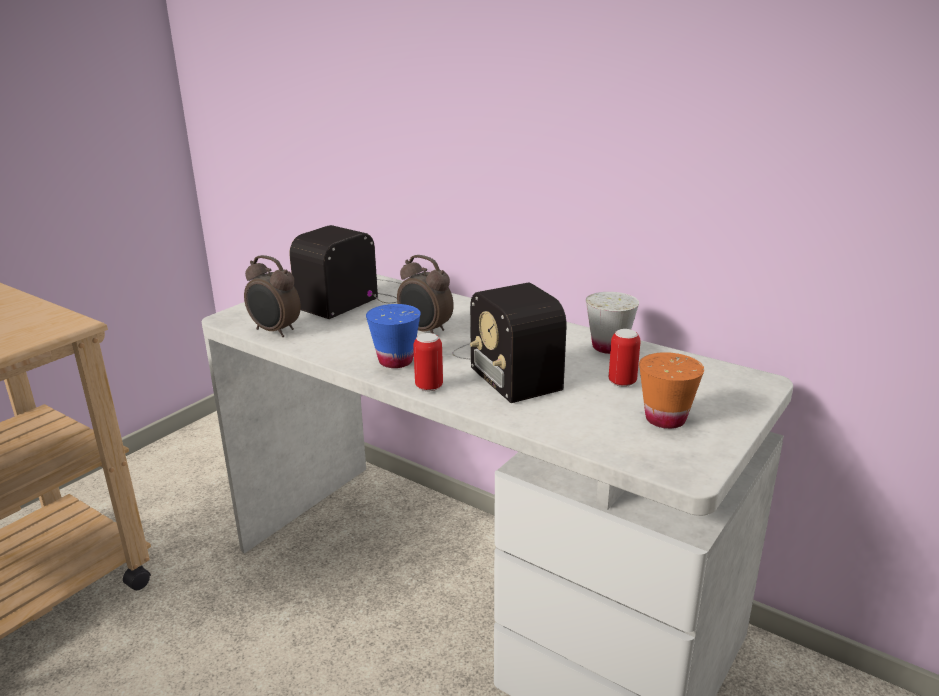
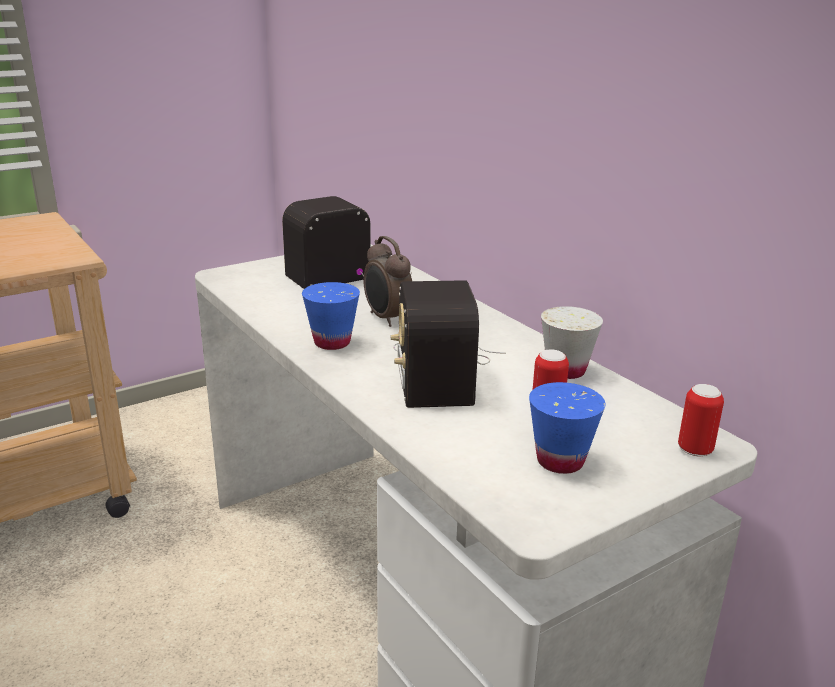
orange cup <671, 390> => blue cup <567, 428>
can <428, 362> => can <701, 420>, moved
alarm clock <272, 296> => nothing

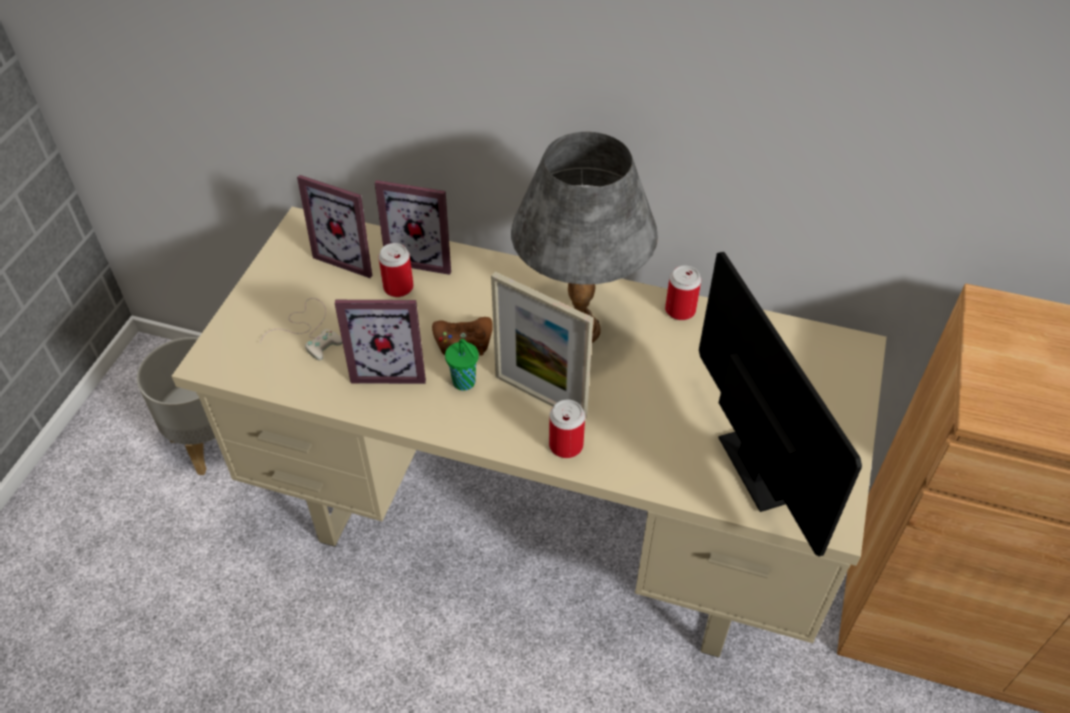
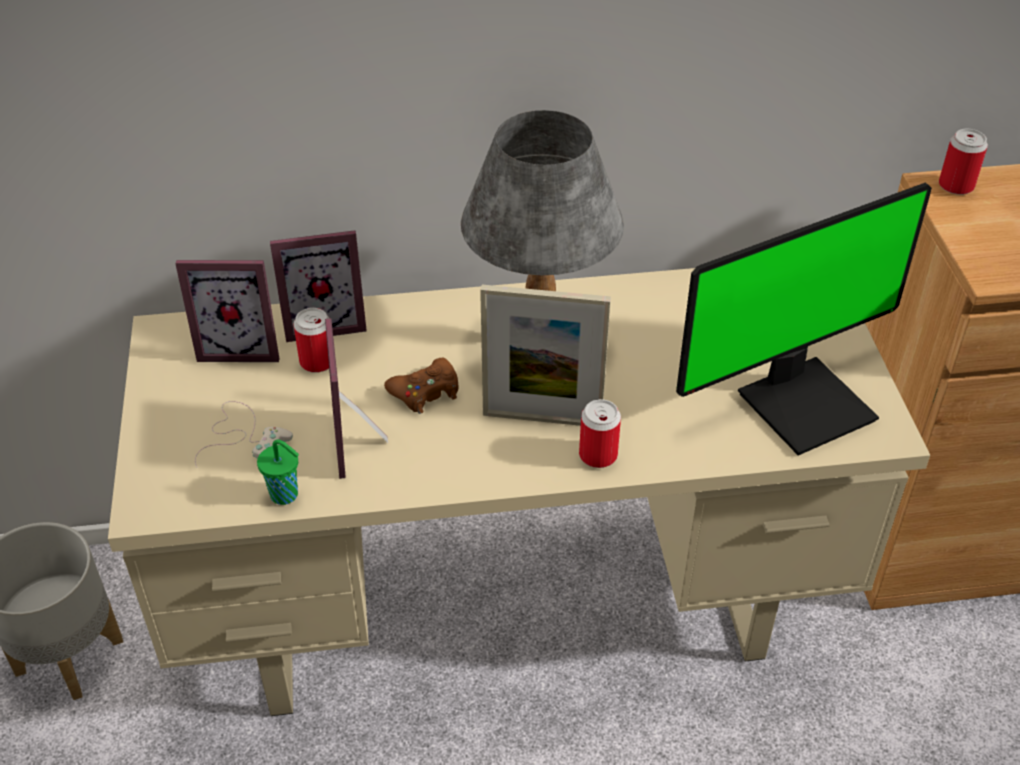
green cup <462, 365> => green cup <278, 472>, moved
picture frame <380, 342> => picture frame <356, 399>, 105 degrees clockwise
monitor <780, 404> => monitor <804, 319>, 105 degrees clockwise
can <683, 292> => can <963, 162>, moved

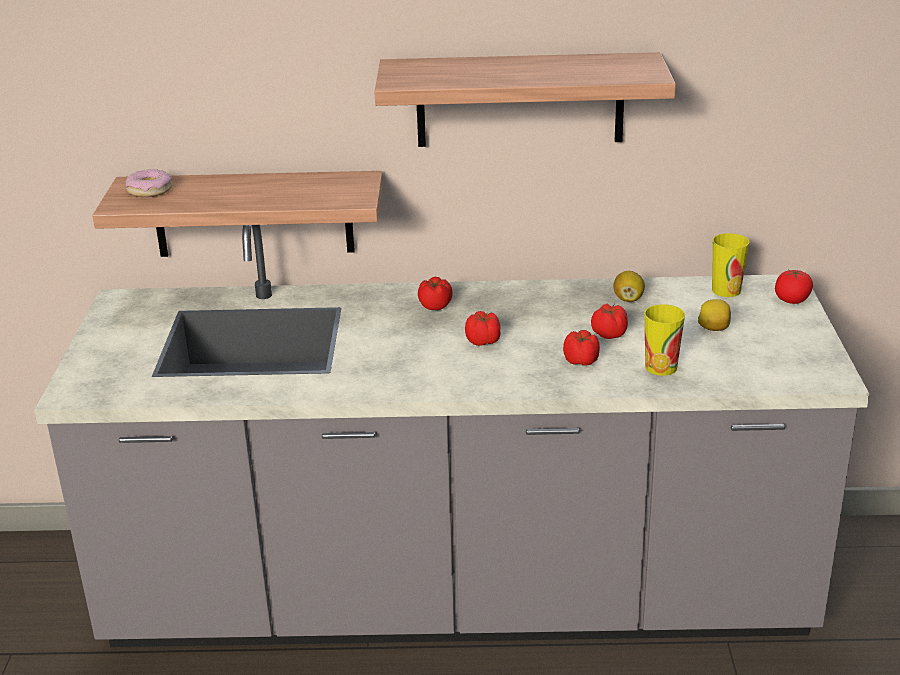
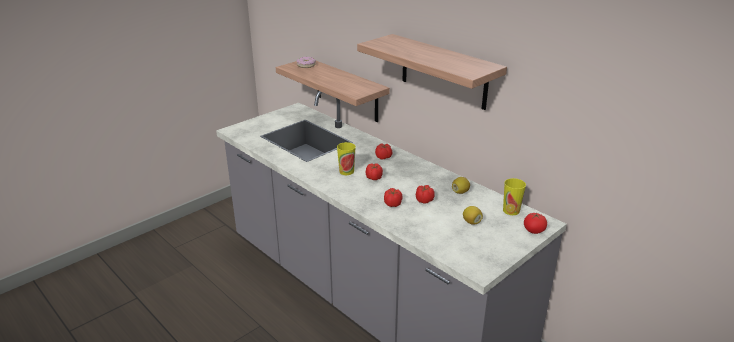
cup <664, 340> => cup <346, 158>, moved

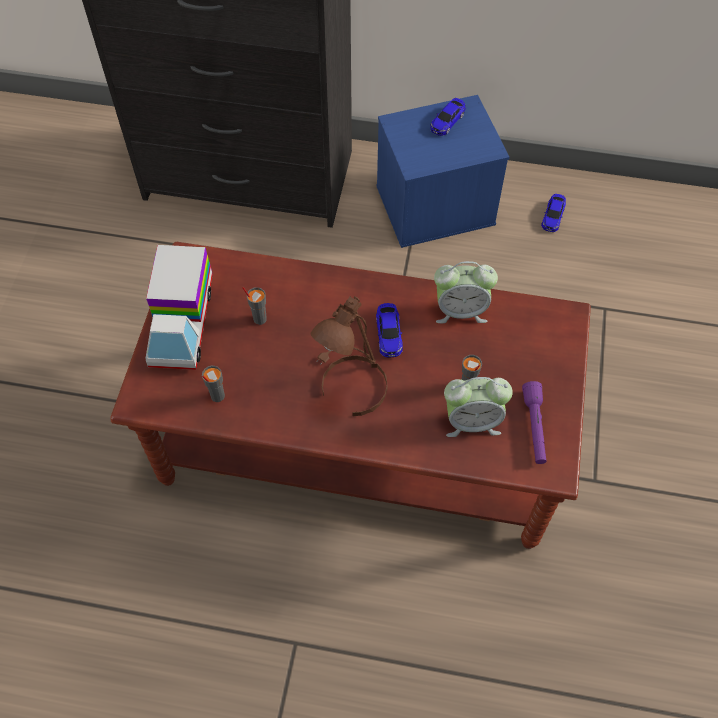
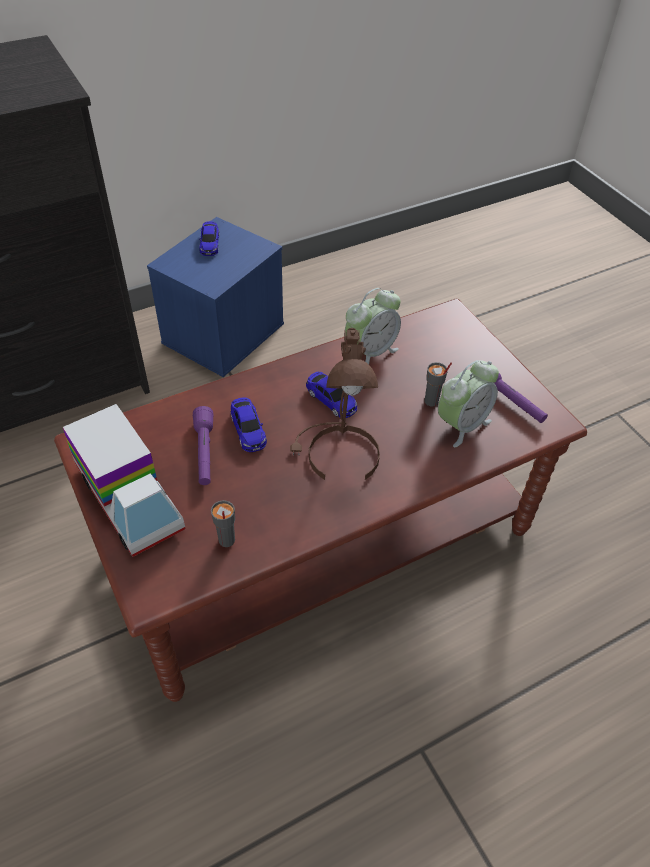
grey cup <254, 306> => purple flashlight <203, 445>
toy car <553, 213> => toy car <248, 424>, moved

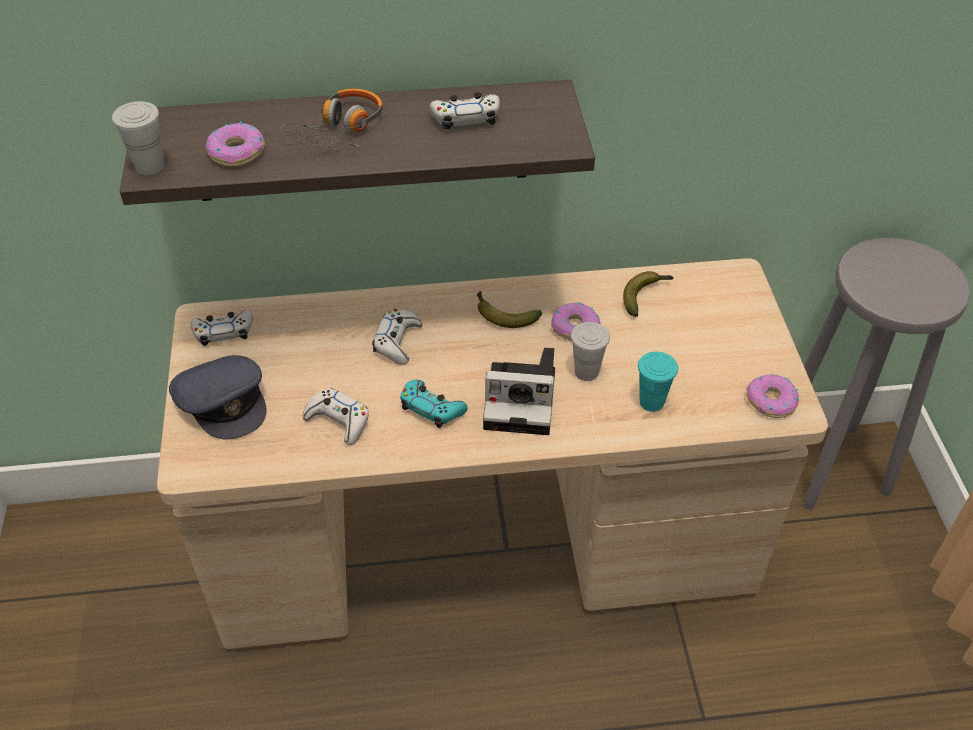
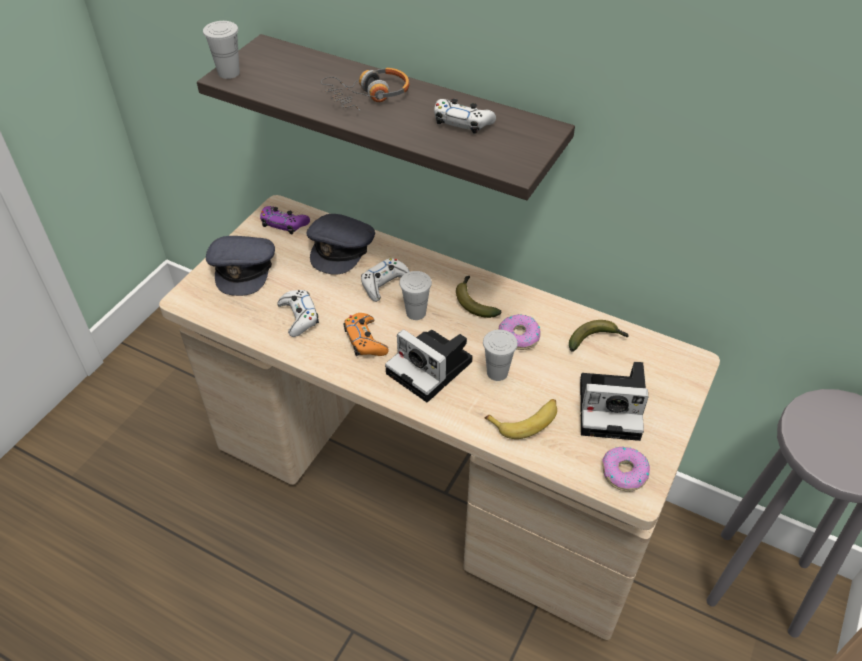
white game controller <221, 328> => purple game controller <285, 220>
nothing => grey cap <340, 244>
turquoise game controller <434, 404> => orange game controller <366, 334>
nothing => white cup <415, 295>
turquoise cup <658, 382> => banana <521, 419>
nothing => photo camera <614, 401>
donut <235, 144> => nothing

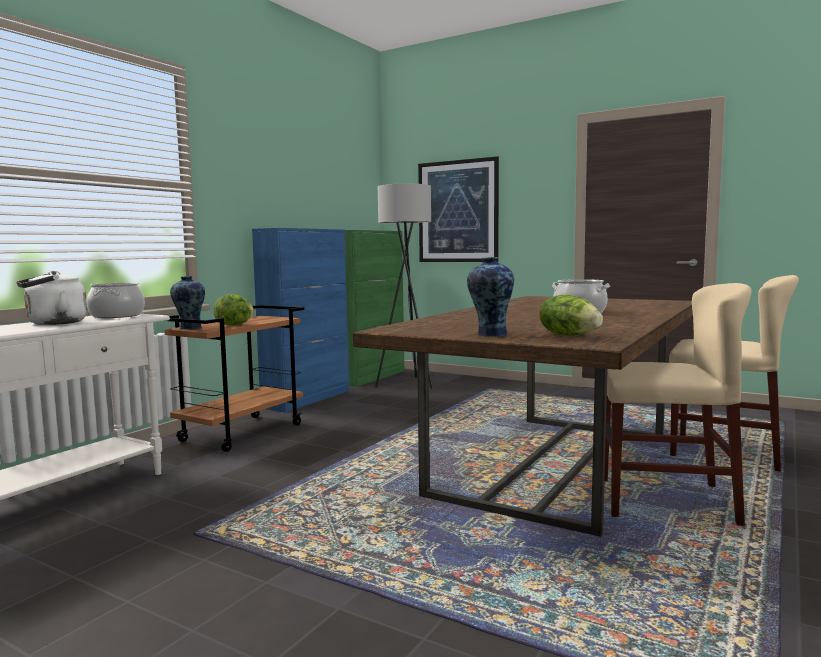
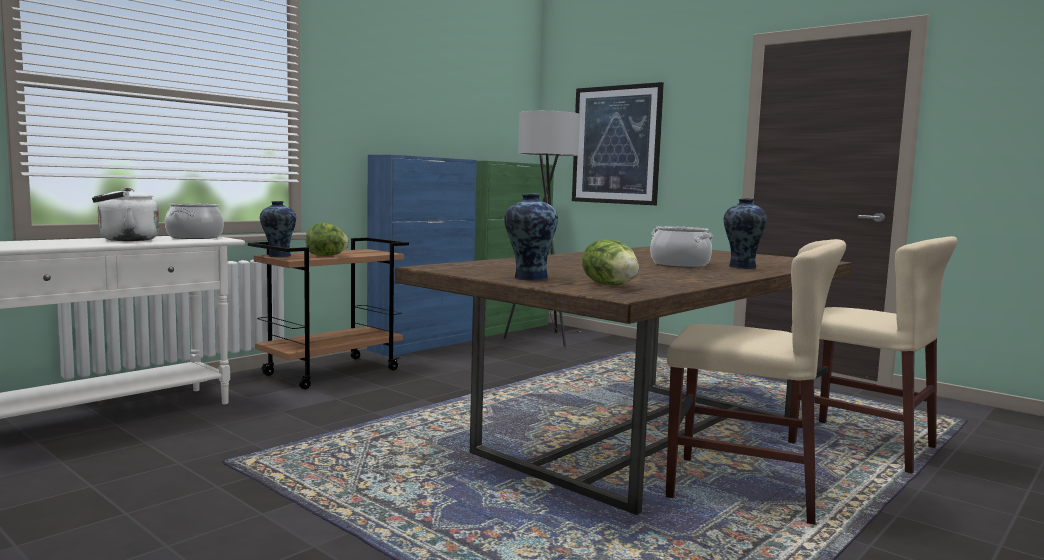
nothing => vase <745, 233>

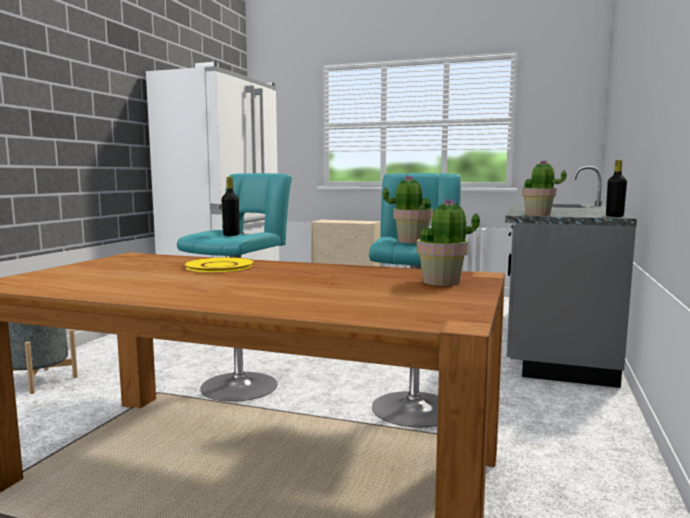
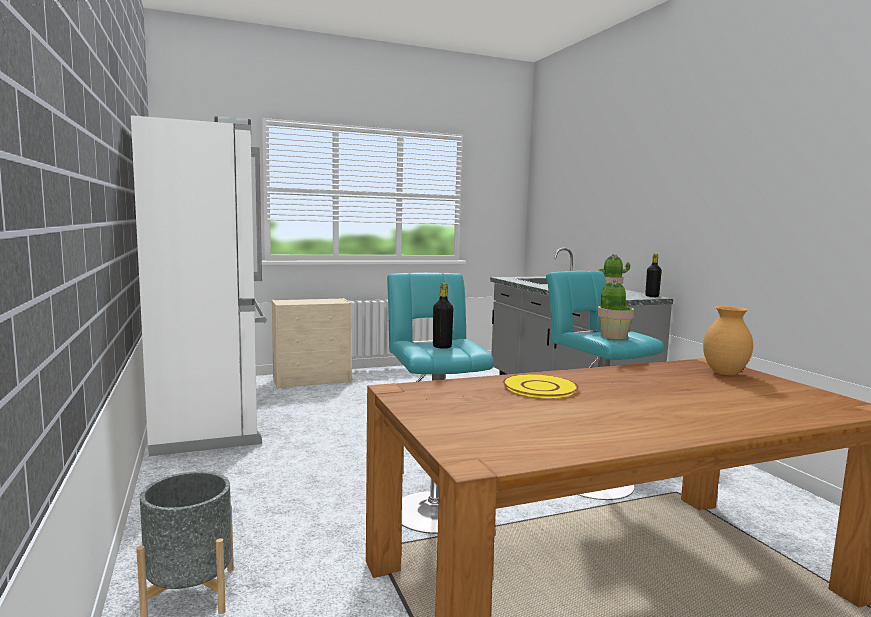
potted plant <448, 242> => brown vase <728, 340>

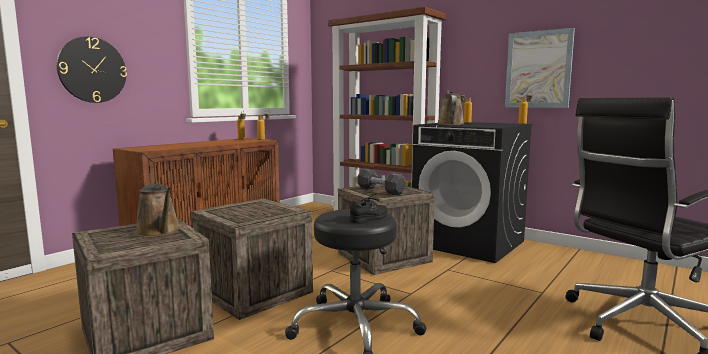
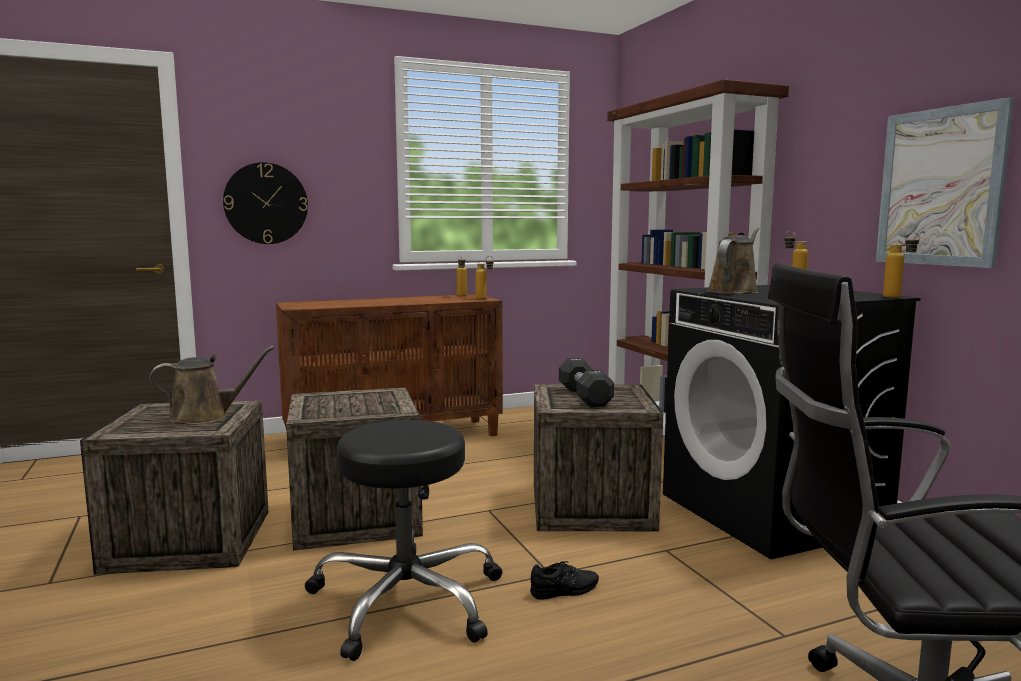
brown watering can <157, 210> => brown watering can <212, 385>, 105 degrees counterclockwise
black shoe <368, 209> => black shoe <564, 580>, moved

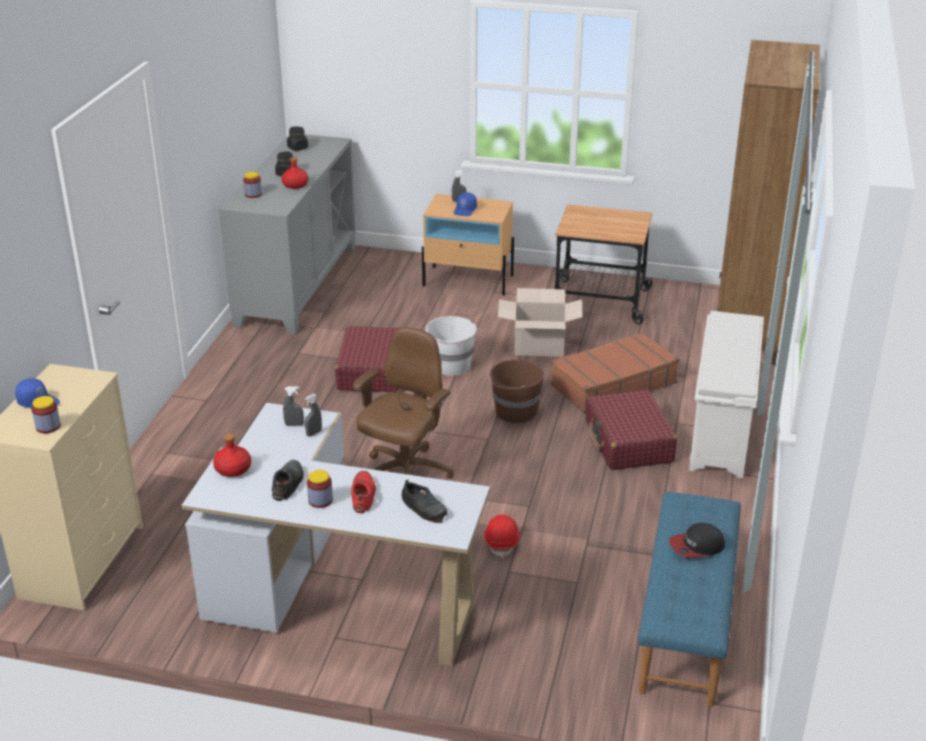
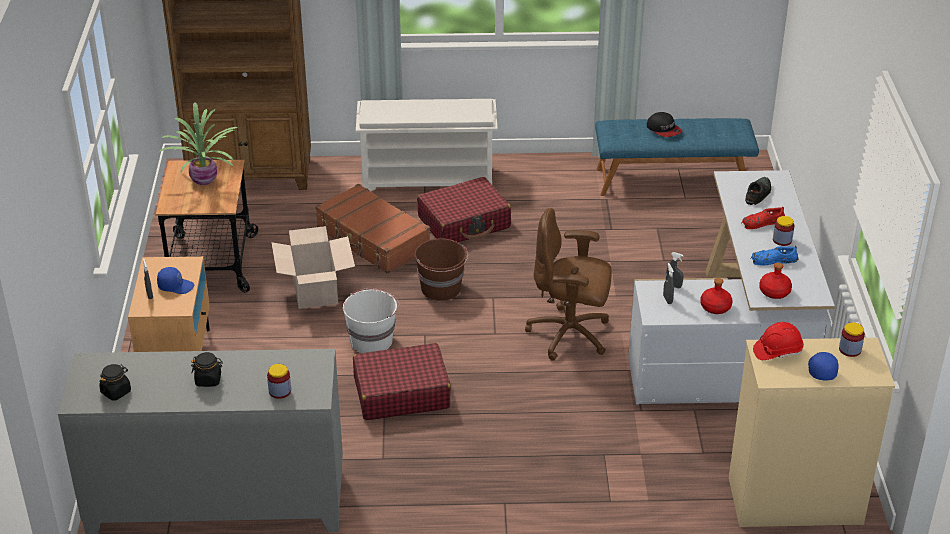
nothing => potted plant <199, 143>
red bottle <294, 173> => red bottle <716, 296>, moved
black shoe <288, 480> => blue shoe <774, 255>
red hard hat <502, 536> => red hard hat <778, 341>, moved

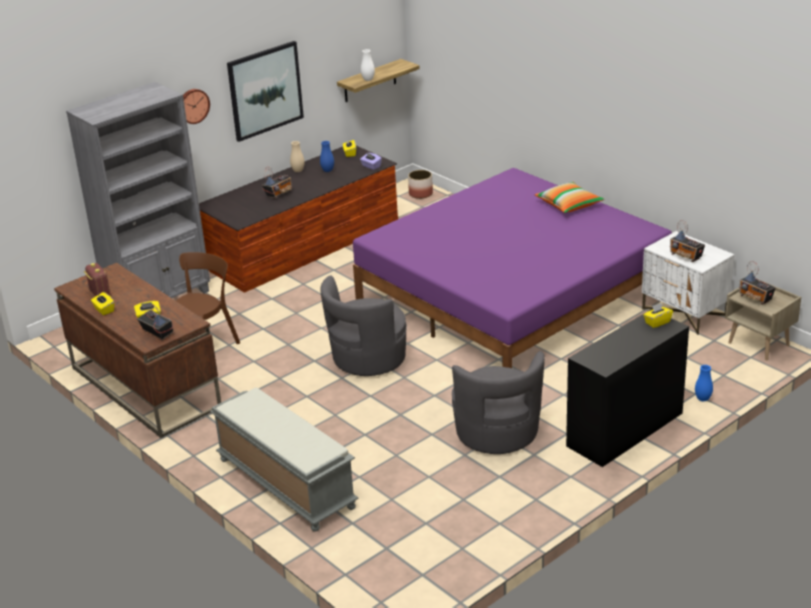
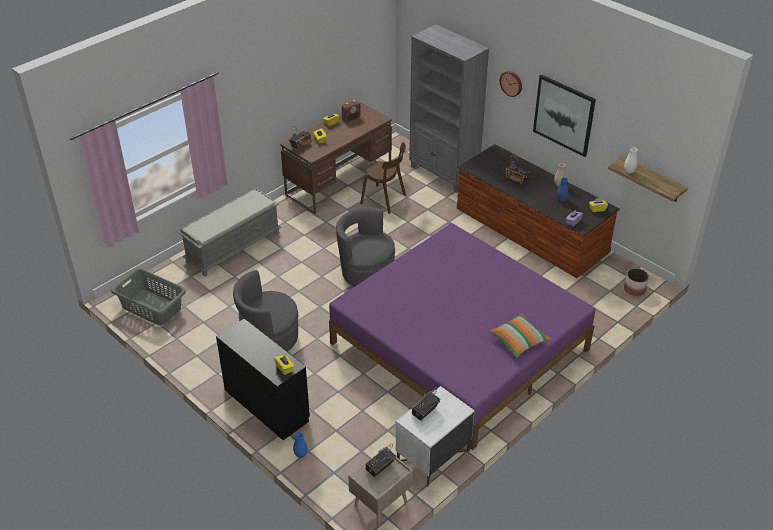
nothing => grey laundry basket <148, 297>

